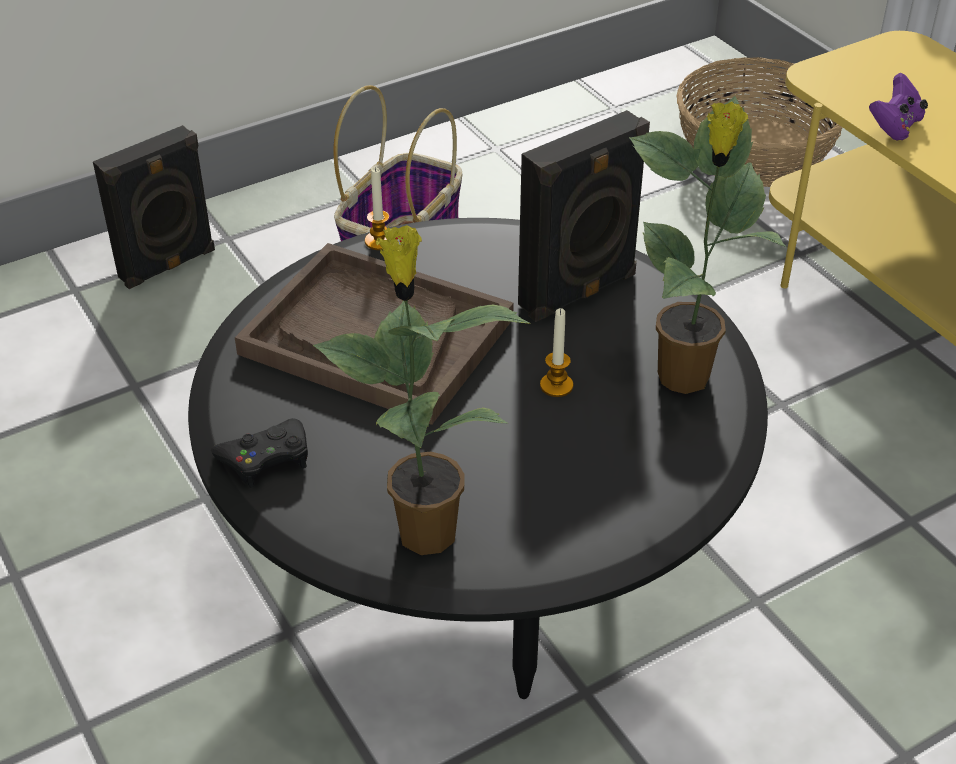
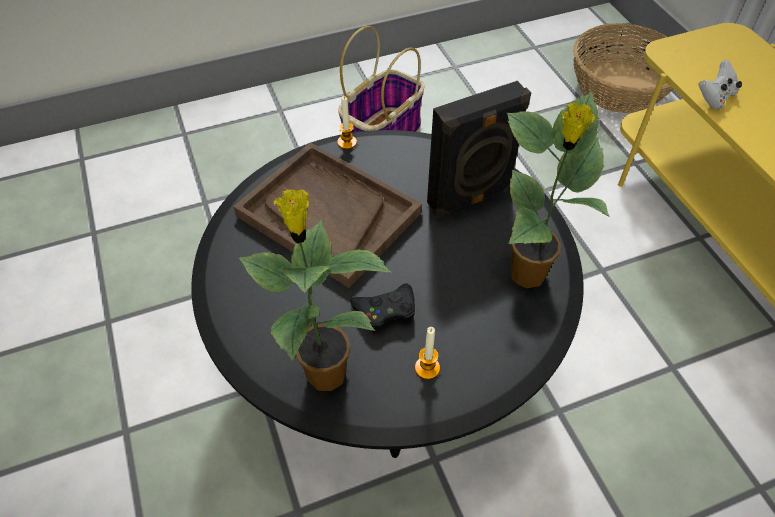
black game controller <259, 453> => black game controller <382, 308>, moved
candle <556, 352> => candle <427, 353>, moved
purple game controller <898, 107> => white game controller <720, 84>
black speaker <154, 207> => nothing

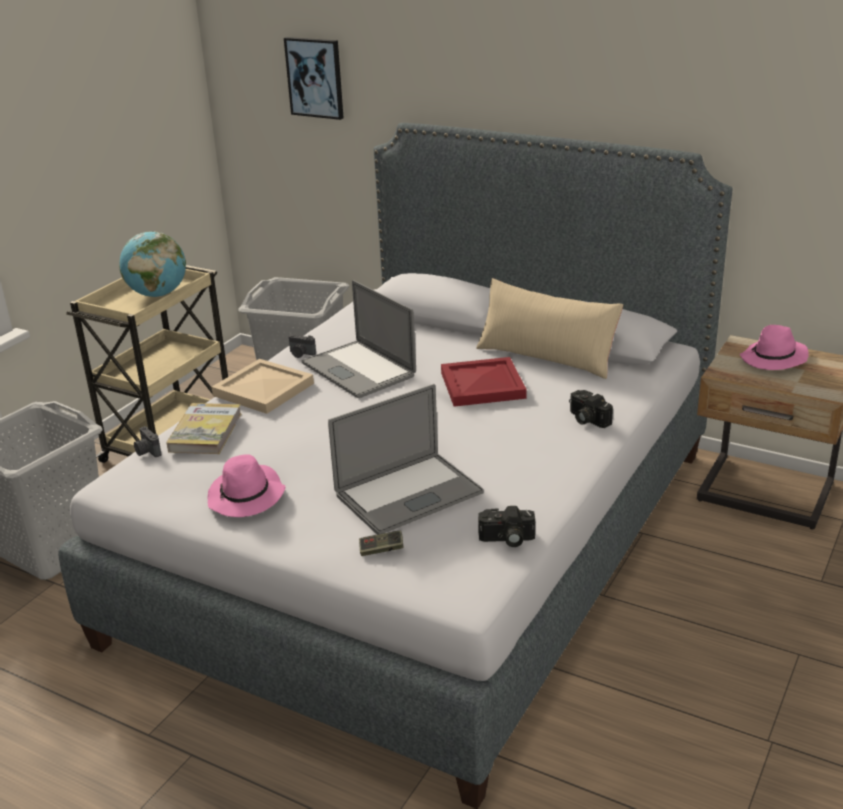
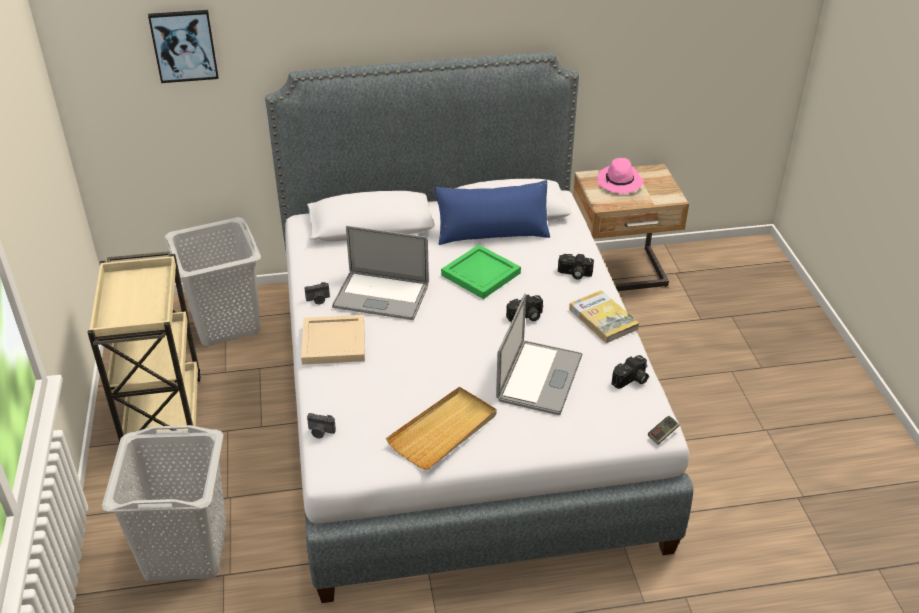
pink hat <246, 486> => beige tray <441, 428>
beige pillow <549, 328> => blue pillow <492, 212>
red tray <483, 382> => green tray <481, 272>
nothing => photo camera <524, 308>
book <204, 428> => book <604, 316>, moved
game controller <381, 543> => game controller <664, 430>, moved
globe <152, 264> => nothing

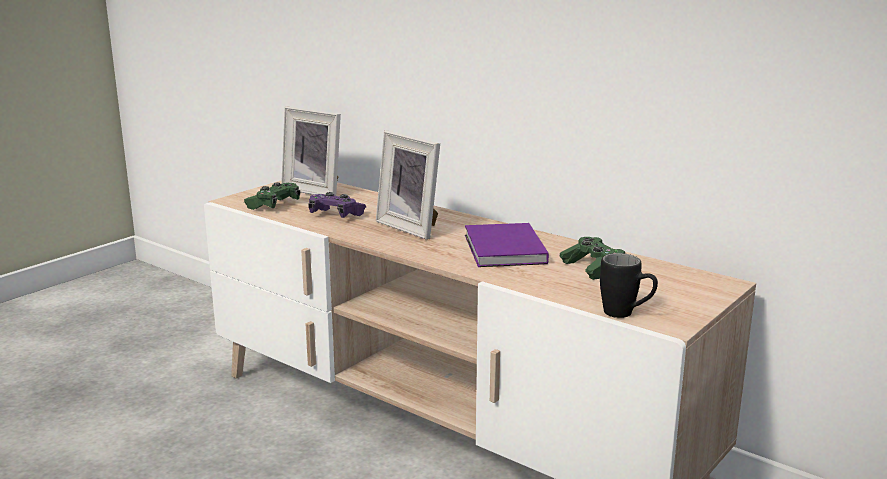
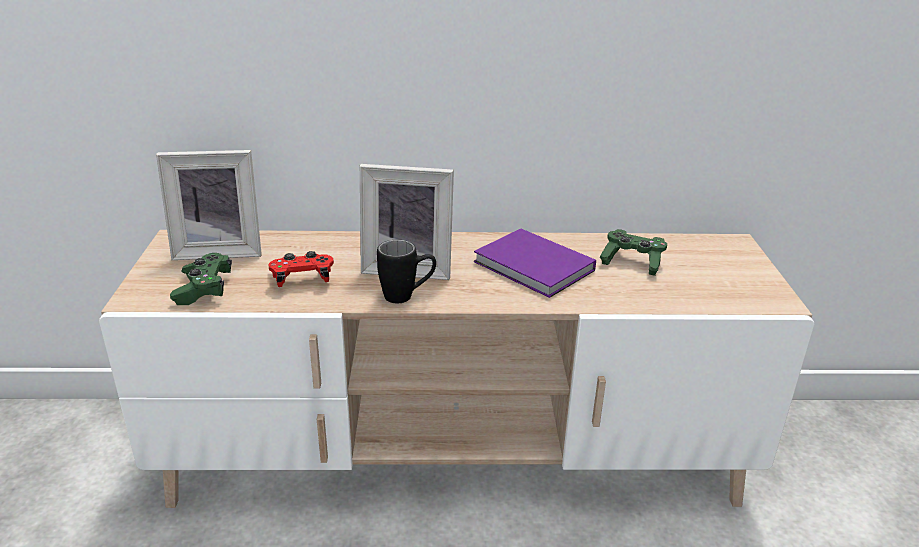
purple game controller <337, 205> => red game controller <301, 269>
black mug <629, 285> => black mug <406, 271>, moved

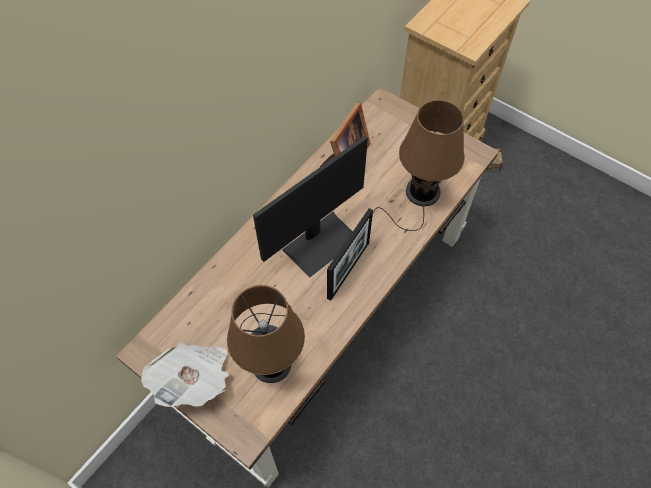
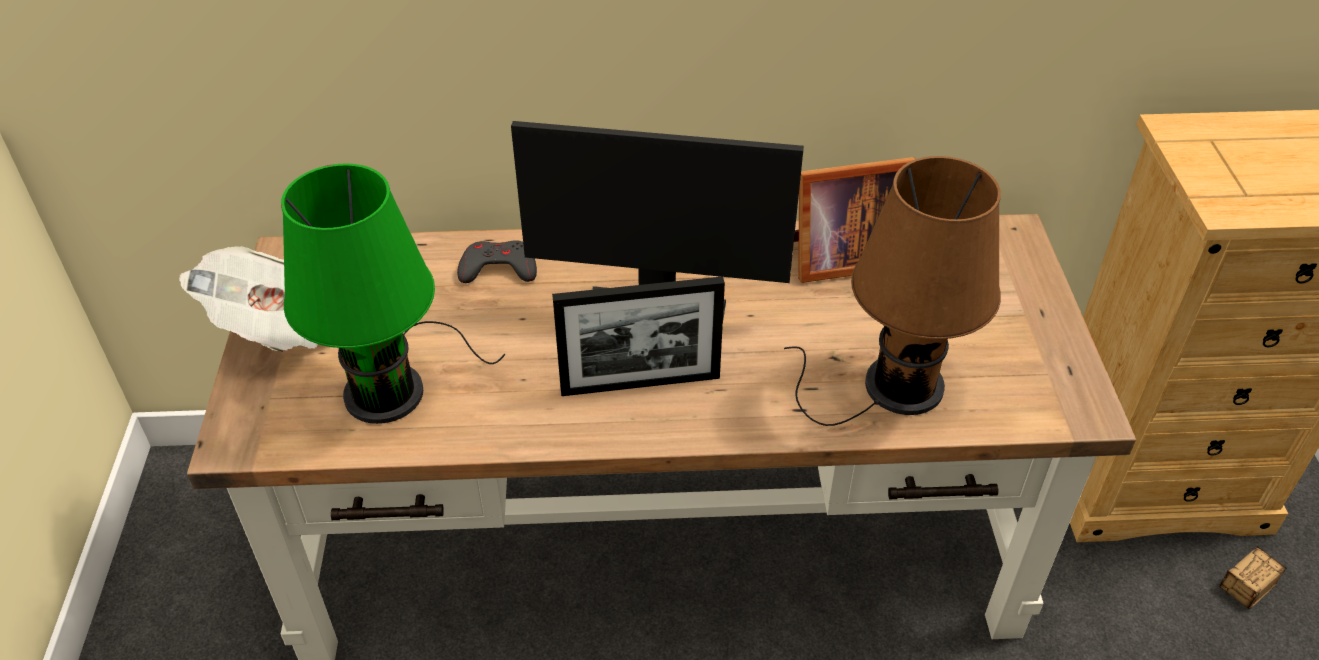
brown table lamp <266, 334> => green table lamp <393, 294>
nothing => grey game controller <497, 261>

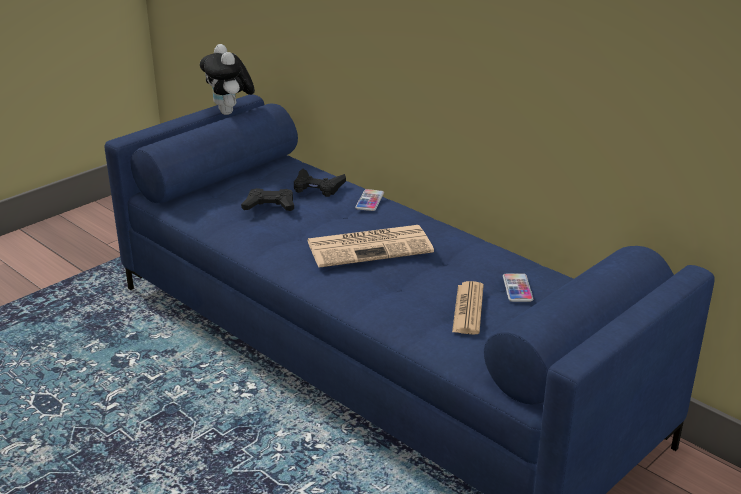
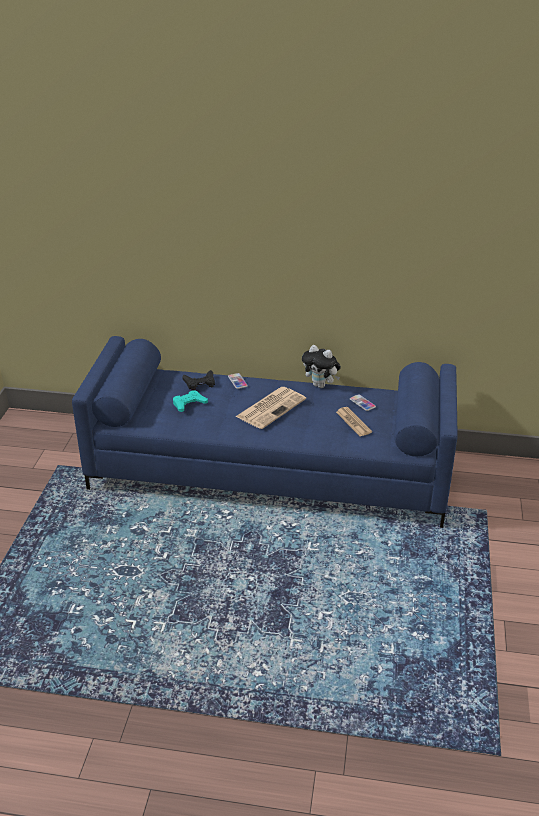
black game controller <267, 199> => turquoise game controller <190, 401>
plush toy <227, 79> => plush toy <321, 366>, moved

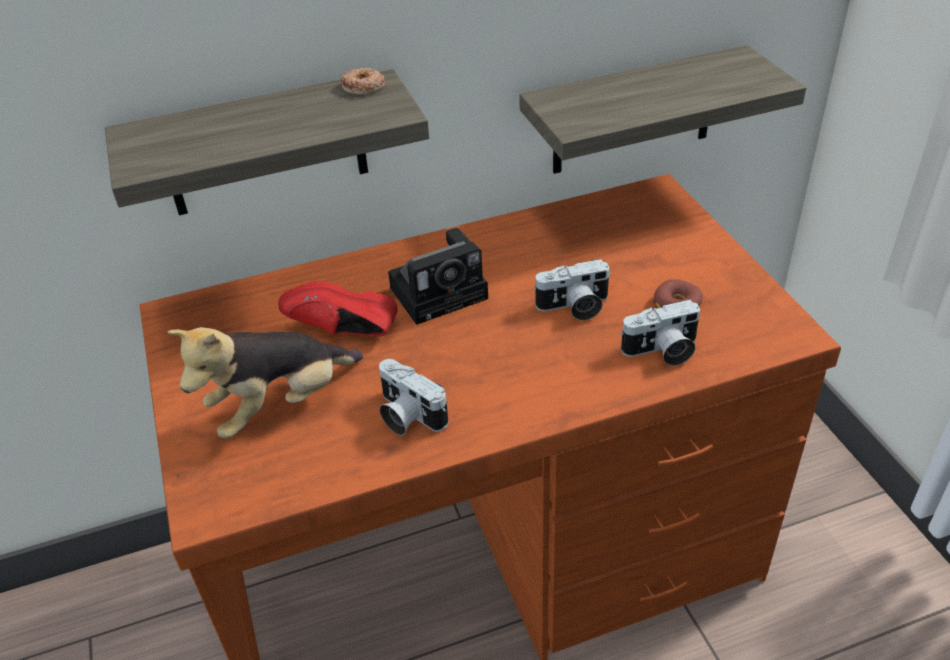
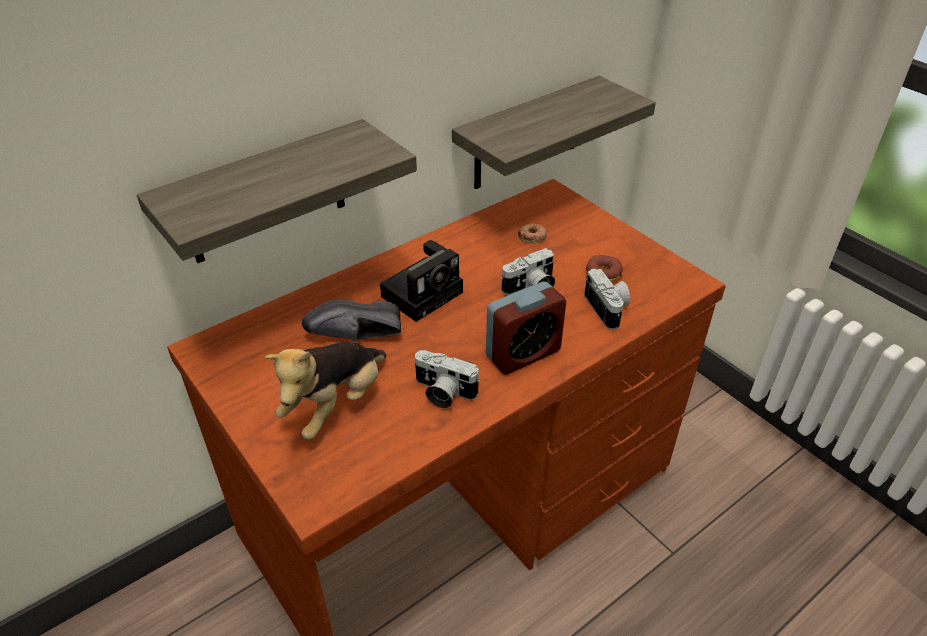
red shoe <337, 308> => black shoe <351, 320>
nothing => alarm clock <526, 328>
donut <363, 81> => donut <533, 233>, moved
photo camera <660, 333> => photo camera <607, 299>, 75 degrees counterclockwise

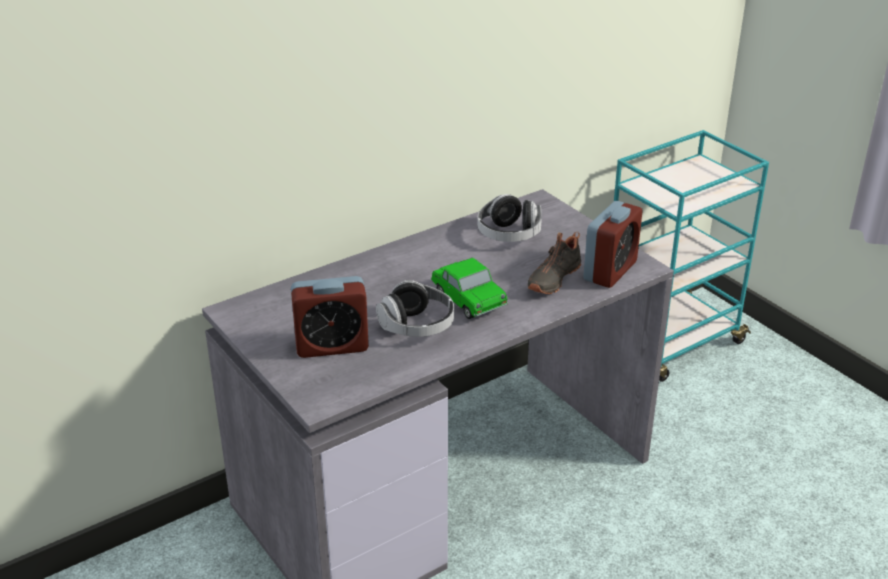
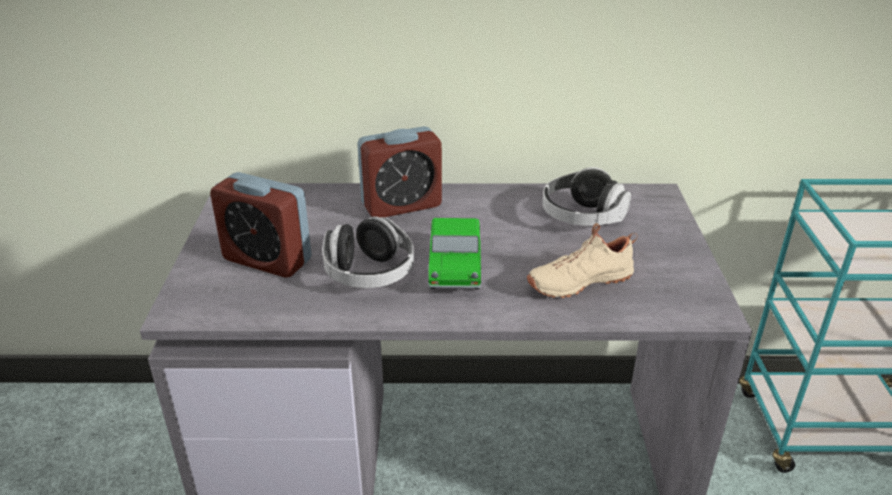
alarm clock <613, 244> => alarm clock <399, 171>, moved
black shoe <554, 263> => beige shoe <582, 260>

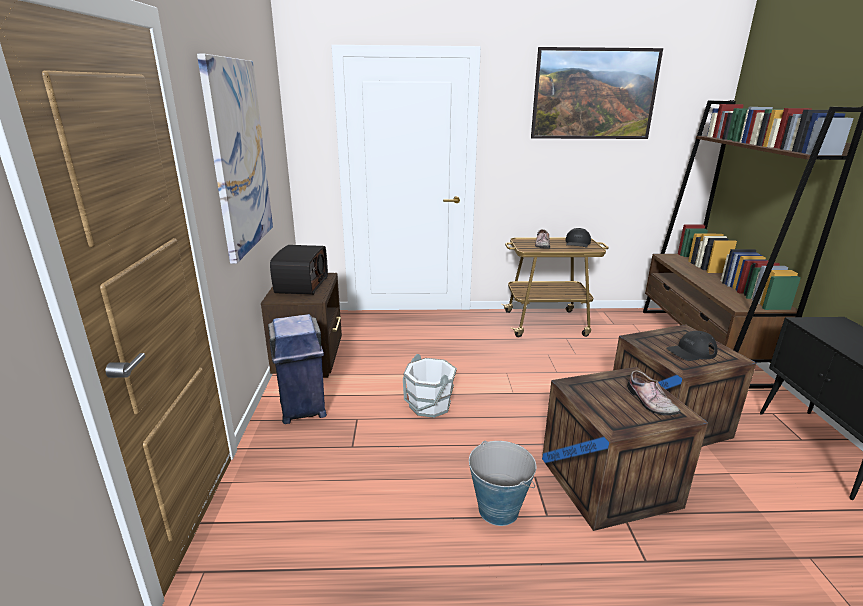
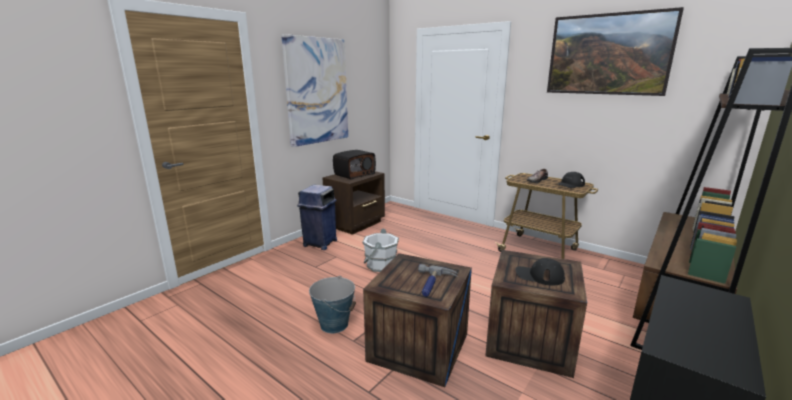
shoe <653, 392> => hammer <438, 280>

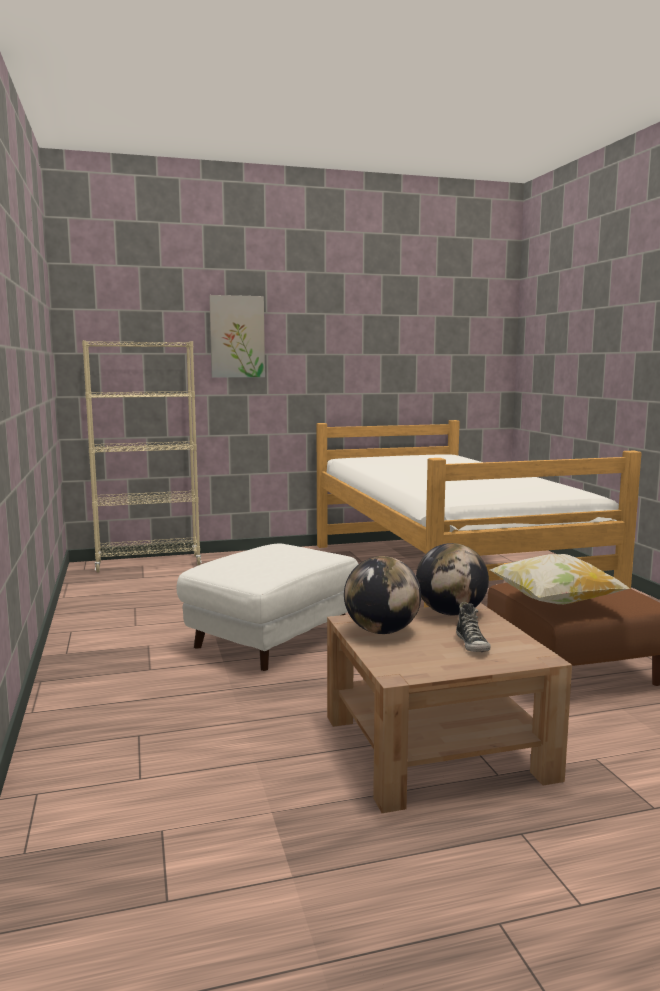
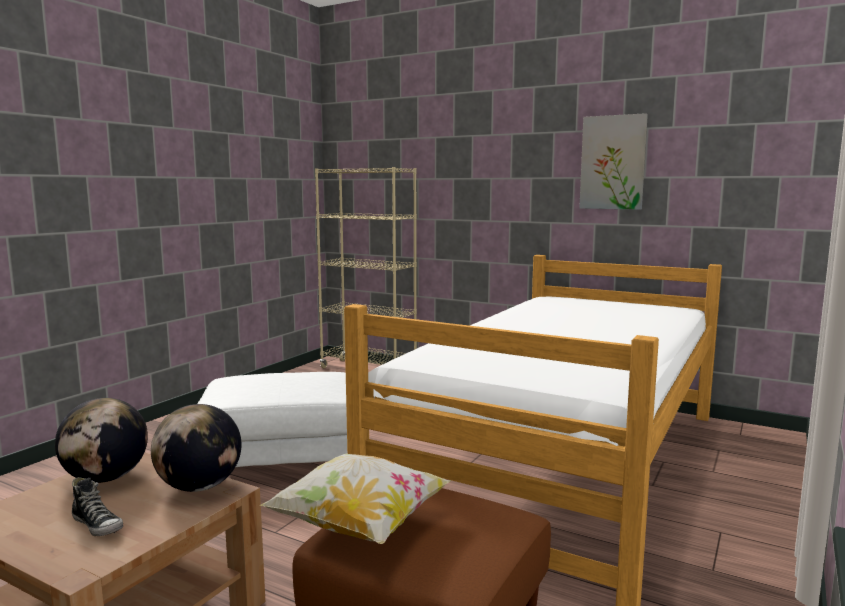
shoe <473, 627> => shoe <97, 506>, 90 degrees counterclockwise
picture <237, 336> => picture <613, 161>, moved

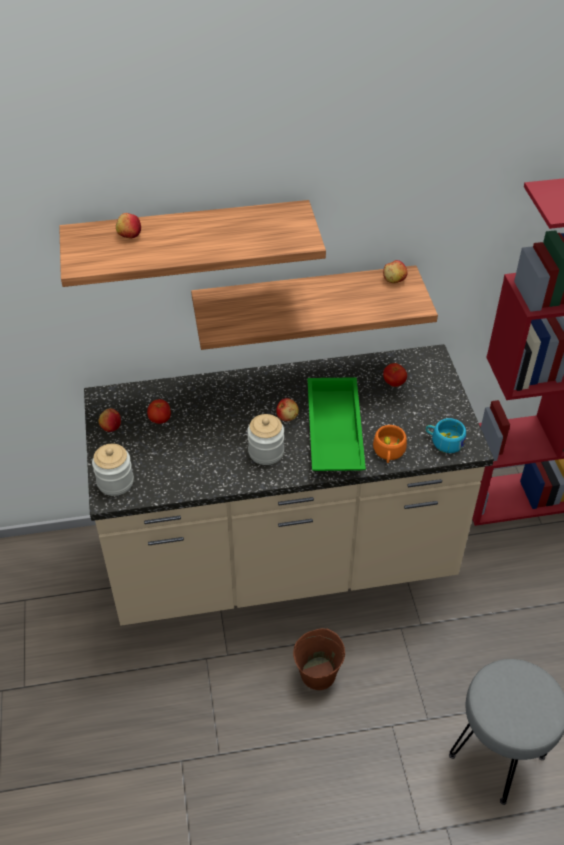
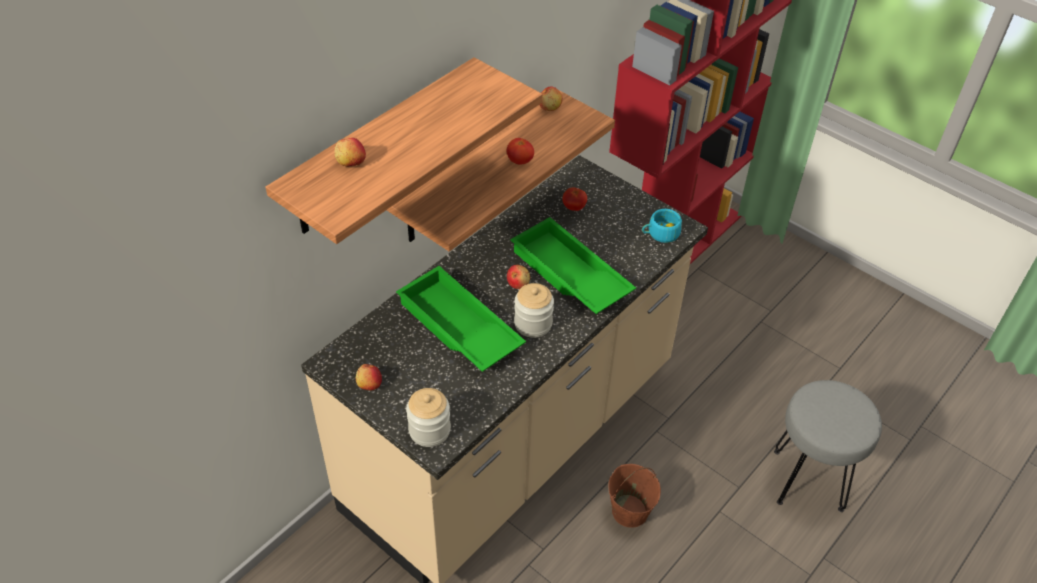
nothing => green tray <461, 319>
tomato <159, 411> => tomato <520, 151>, moved
orange cup <390, 444> => nothing

